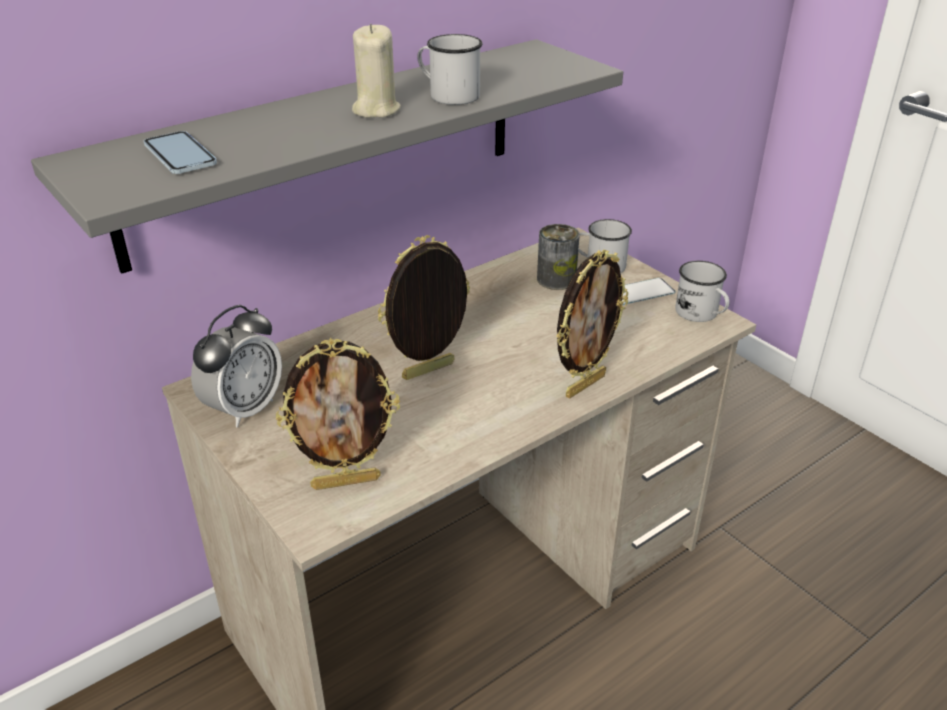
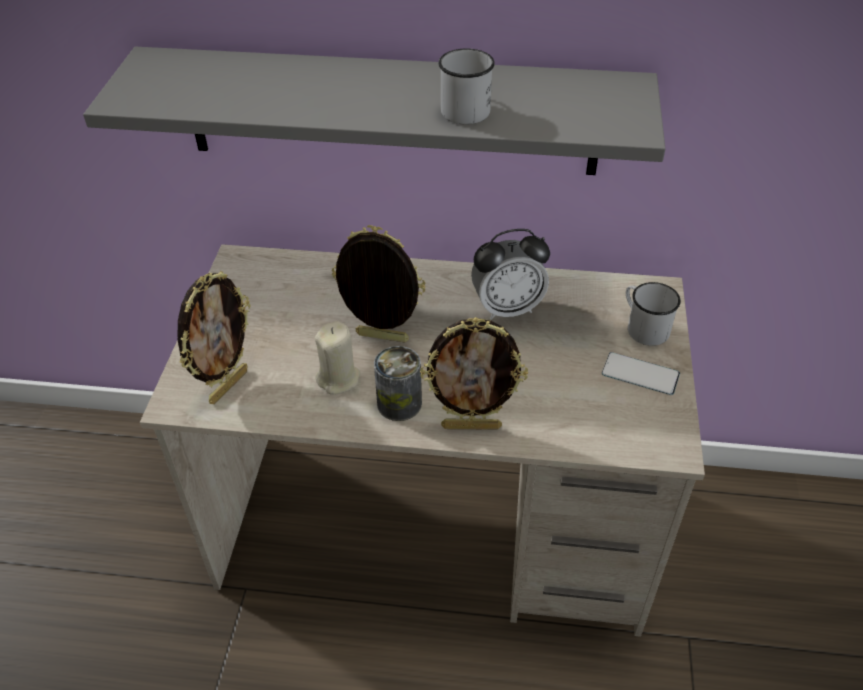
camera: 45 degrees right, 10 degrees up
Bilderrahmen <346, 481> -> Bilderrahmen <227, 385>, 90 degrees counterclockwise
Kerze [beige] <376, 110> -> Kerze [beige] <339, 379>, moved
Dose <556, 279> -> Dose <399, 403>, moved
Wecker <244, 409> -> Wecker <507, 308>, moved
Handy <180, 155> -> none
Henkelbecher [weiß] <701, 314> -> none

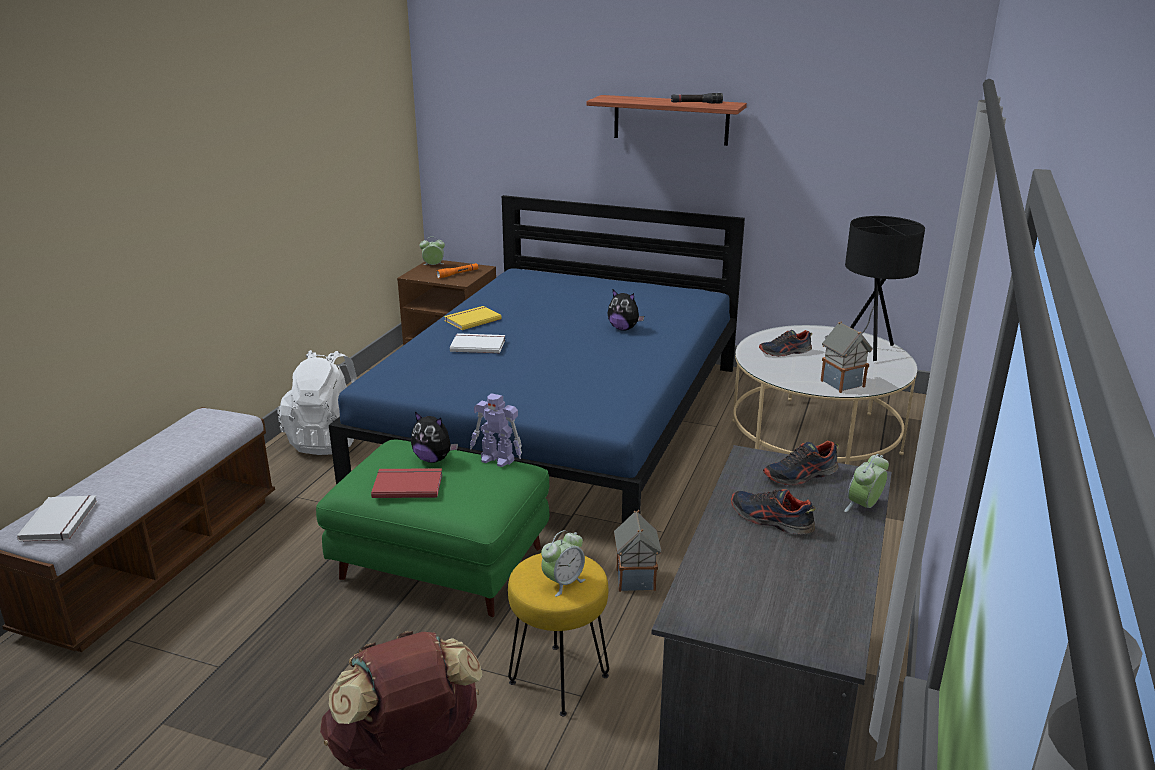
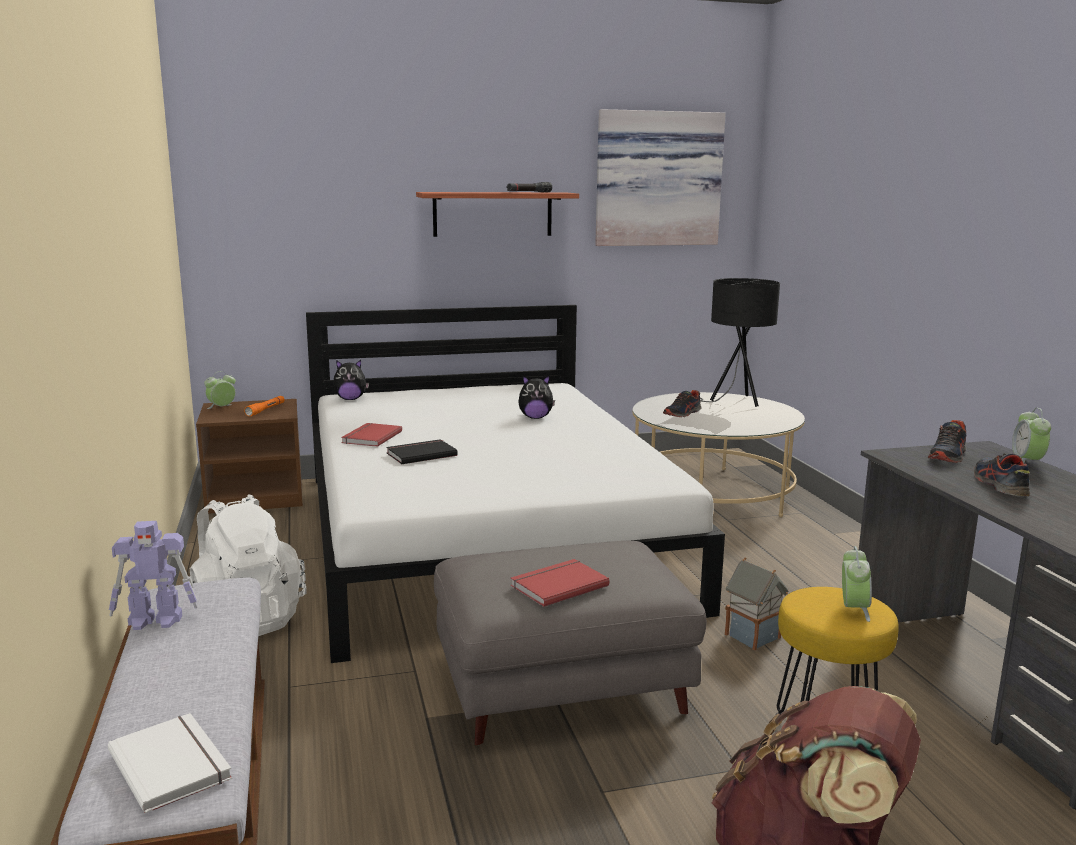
camera: 35 degrees left, 10 degrees down
Spielzeugroboter <498, 459> -> Spielzeugroboter <156, 621>, moved
Bett [blau] <560, 422> -> Bett [weiß] <484, 536>
Plüschtier <433, 459> -> Plüschtier <350, 399>, moved
Buch [gelb] <471, 319> -> Buch [rot] <370, 437>
Buch [weiß] <478, 345> -> Buch [schwarz] <420, 454>
Polsterhocker [grün] <442, 563> -> Polsterhocker [grau] <562, 688>
none -> Bild <657, 179>
Schuh <771, 520> -> Schuh <999, 485>, 90 degrees clockwise
Spielzeughaus <841, 383> -> none

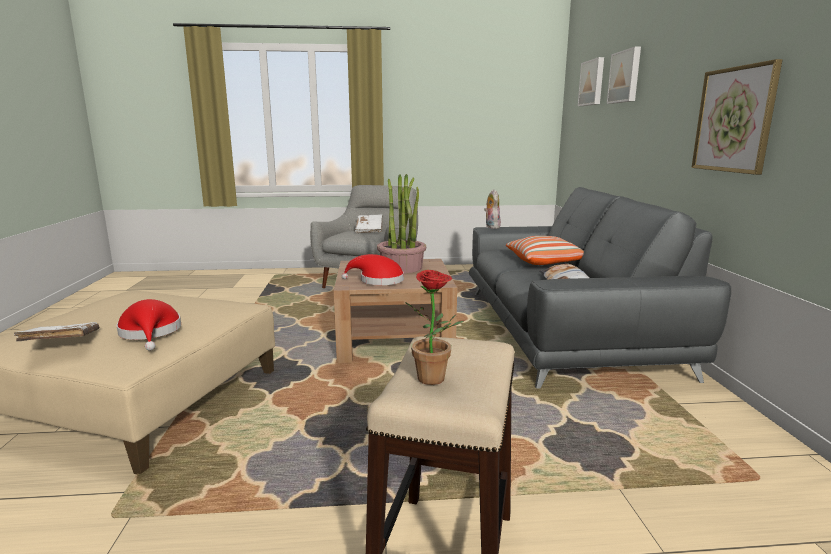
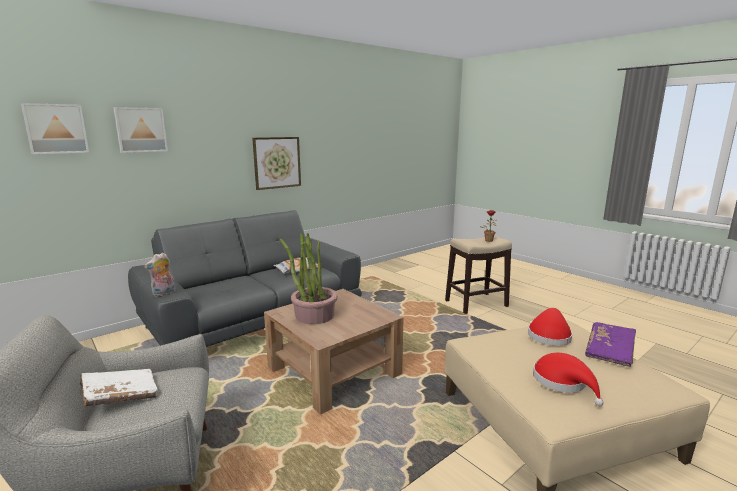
camera: 125 degrees left, 0 degrees up
Hut [rot] <378, 281> -> Hut [rot] <563, 382>, moved
Buch [weiß] <62, 344> -> Buch [lila] <609, 352>
Kissen <545, 262> -> none

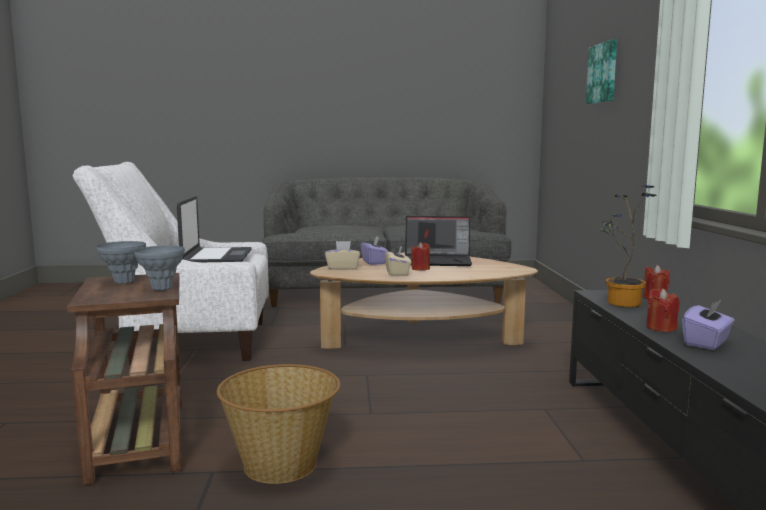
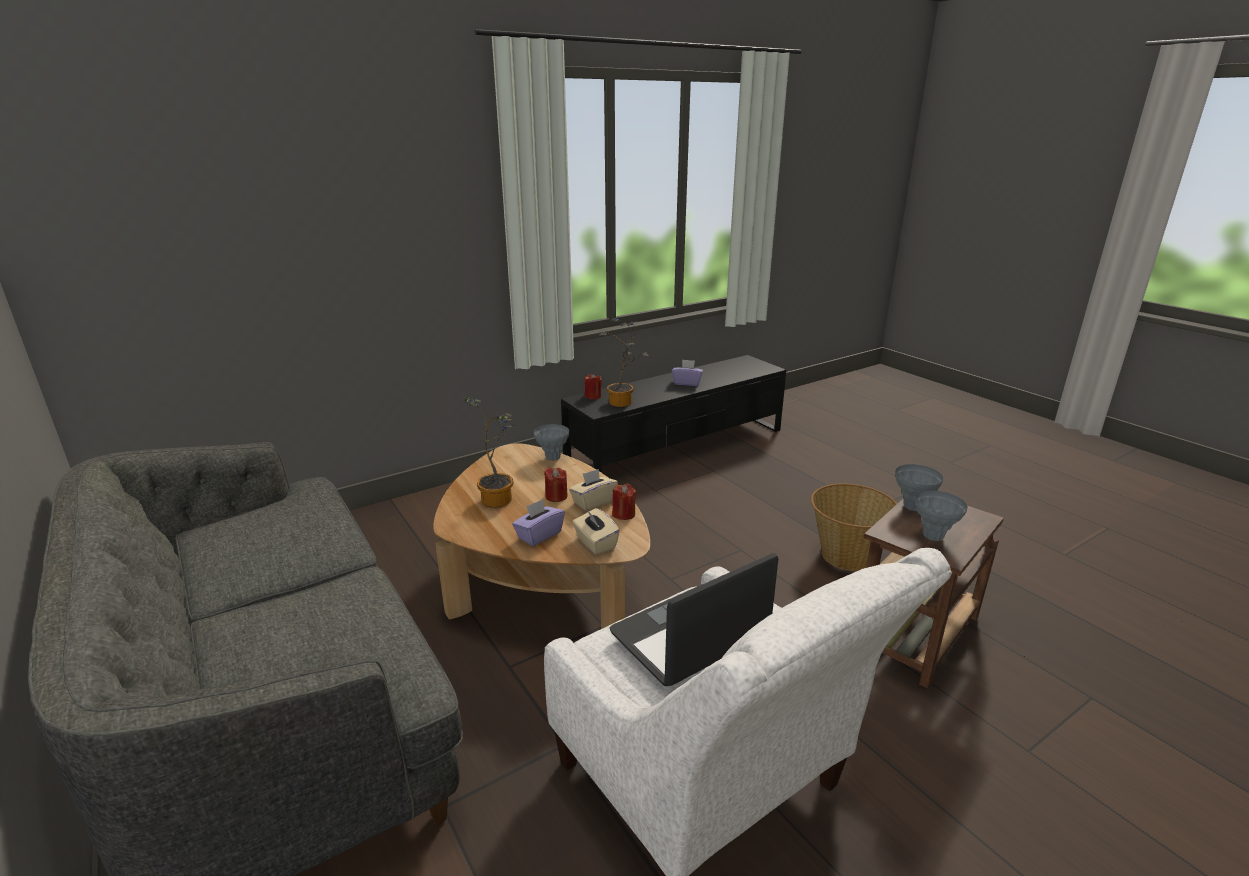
camera: 120 degrees left, 15 degrees up
Laptop <438, 261> -> Topfpflanze <499, 498>
none -> Vase [grau] <552, 458>
Kerze [rot] <661, 328> -> Kerze [rot] <623, 514>, moved
Bild <603, 73> -> none

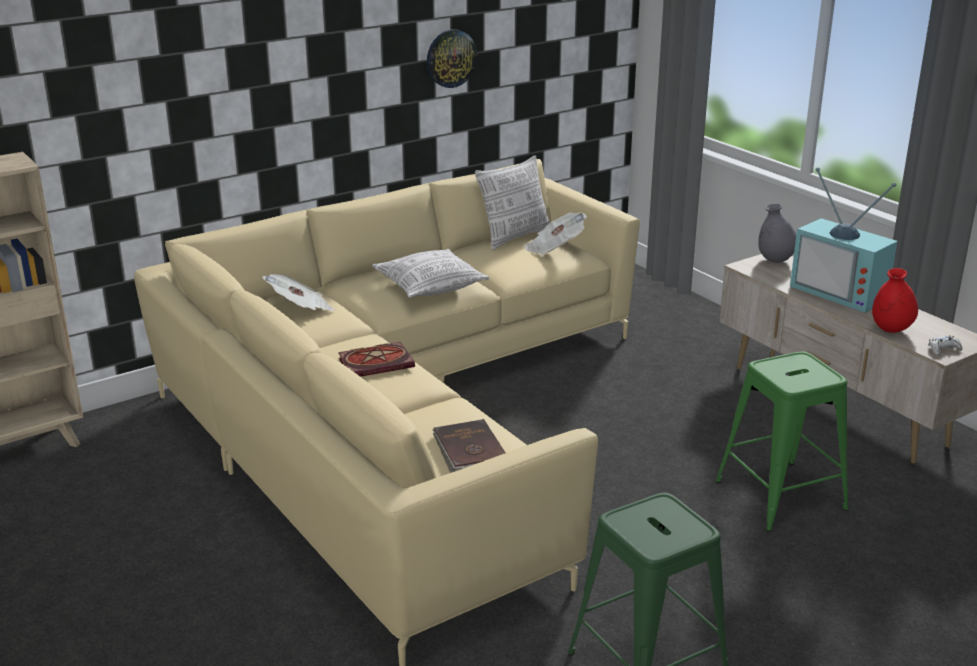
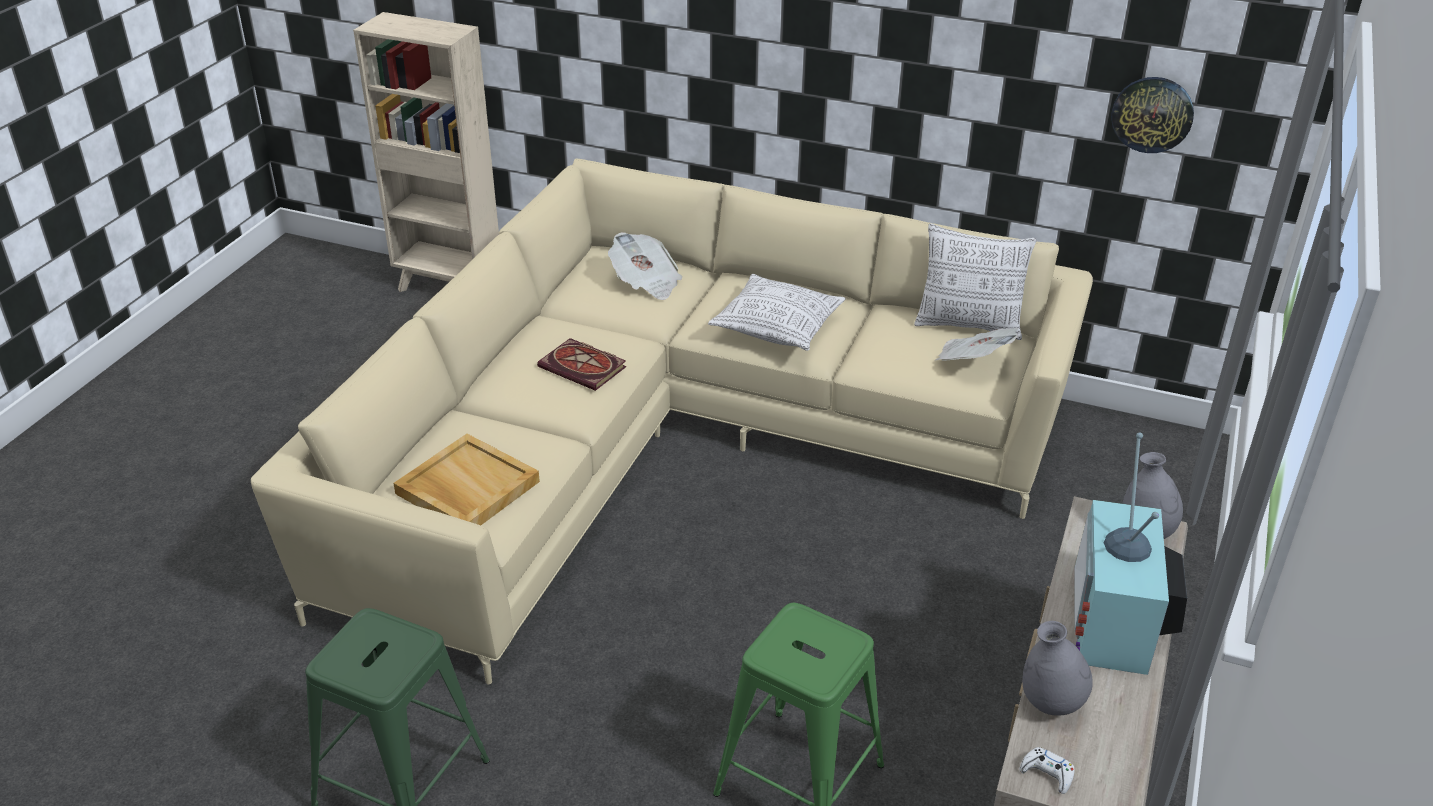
camera: 55 degrees right, 10 degrees up
Buch [braun] <468, 450> -> Tablett [beige] <466, 488>
Vase [rot] <891, 330> -> Vase [grau] <1051, 704>
Wanduhr <451, 58> -> Wanduhr <1152, 114>, moved

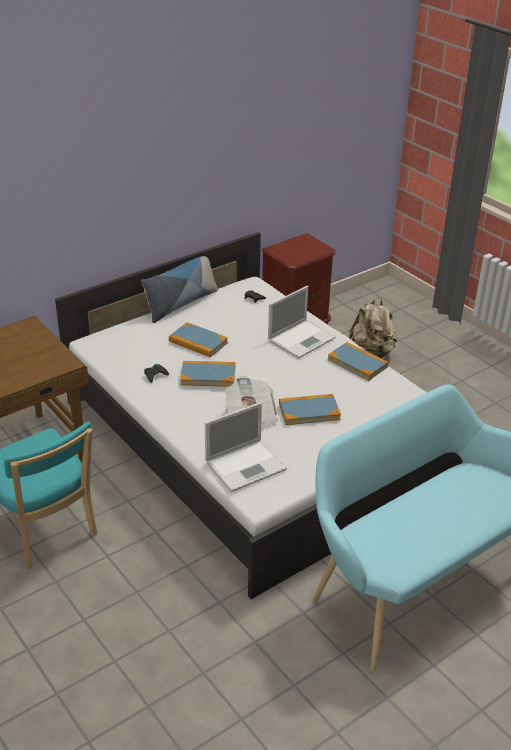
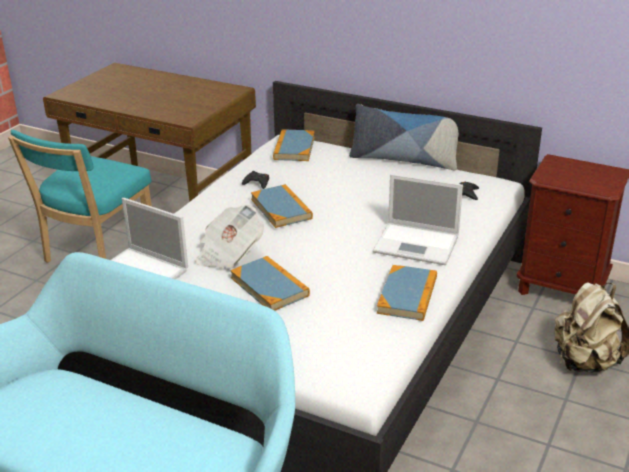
camera: 65 degrees right, 5 degrees down
Buch <198, 342> -> Buch <294, 148>, moved

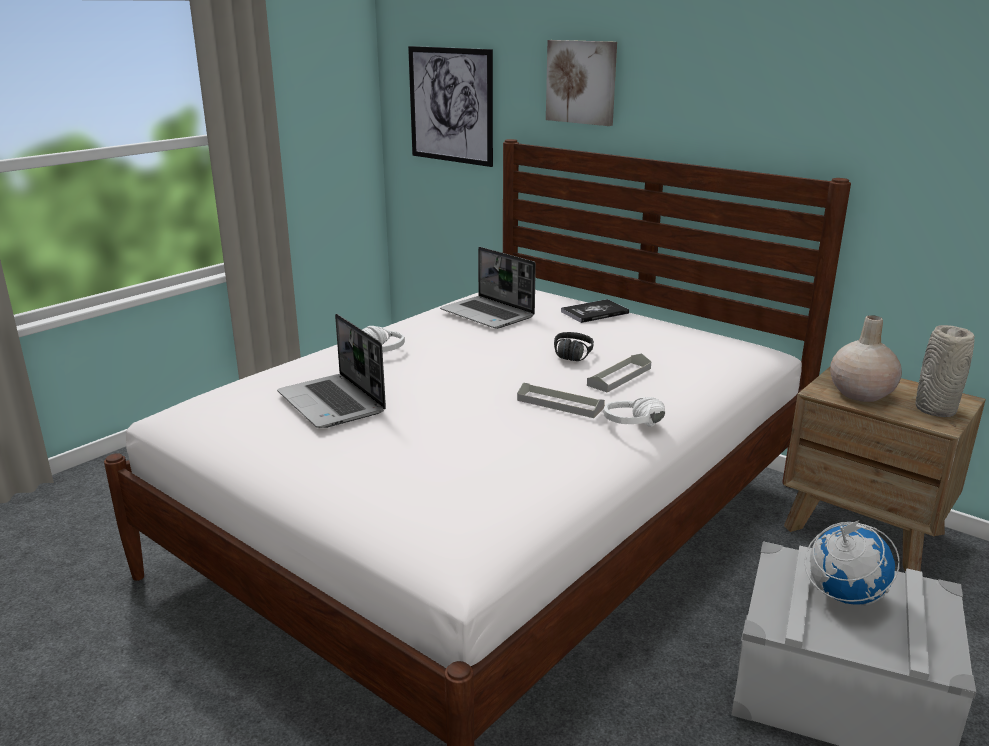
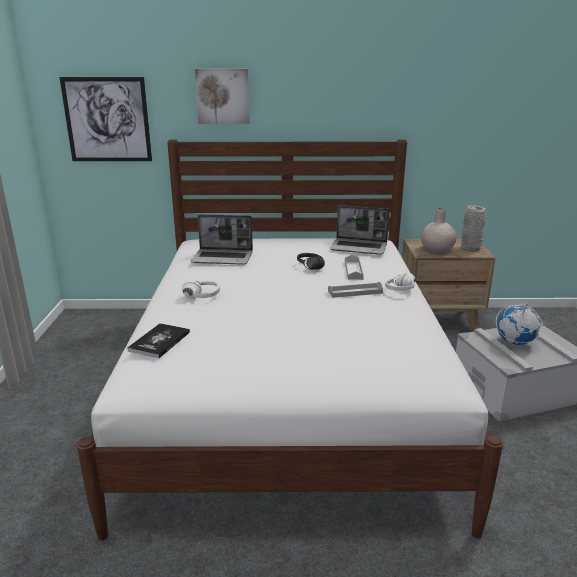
camera: 40 degrees left, 0 degrees up
Buch <594, 312> -> Buch <159, 341>, moved
Laptop <333, 403> -> Laptop <359, 247>, moved

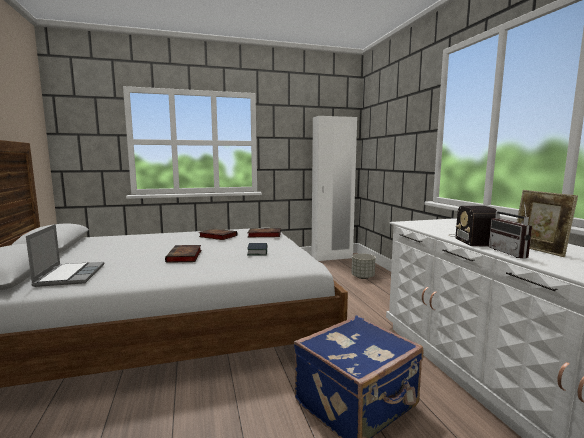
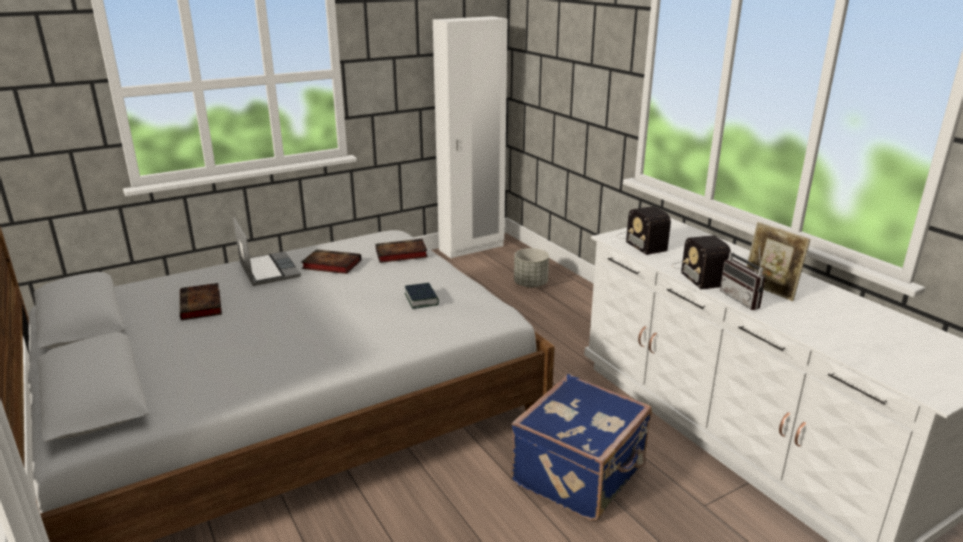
camera: 15 degrees left, 15 degrees up
Buch <184, 256> -> Buch <201, 305>, moved
Laptop <70, 275> -> Laptop <268, 270>, moved
none -> Radio <641, 241>

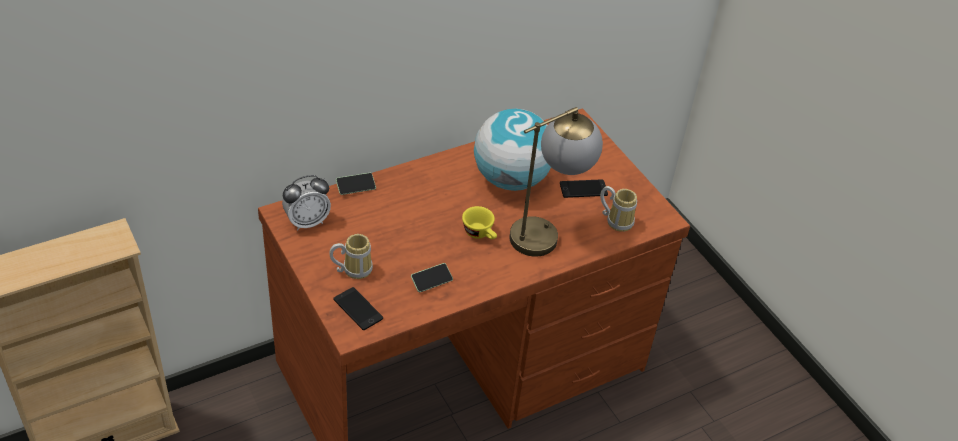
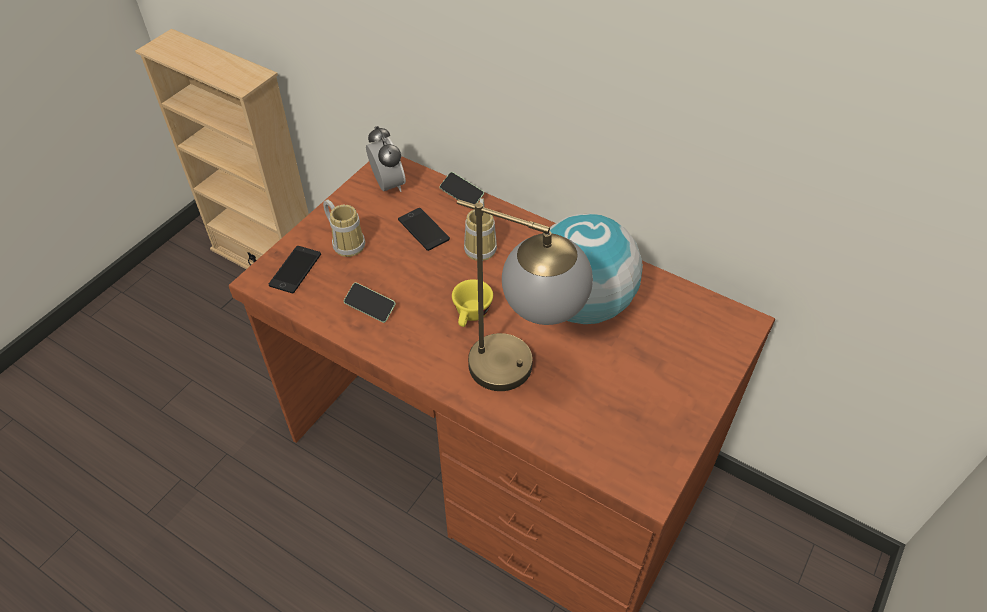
camera: 65 degrees right, 5 degrees up
Wecker <307, 222> -> Wecker <388, 185>, 150 degrees counterclockwise
Handy <583, 189> -> Handy <423, 229>, moved
Henkelbecher <617, 220> -> Henkelbecher <482, 246>, moved

